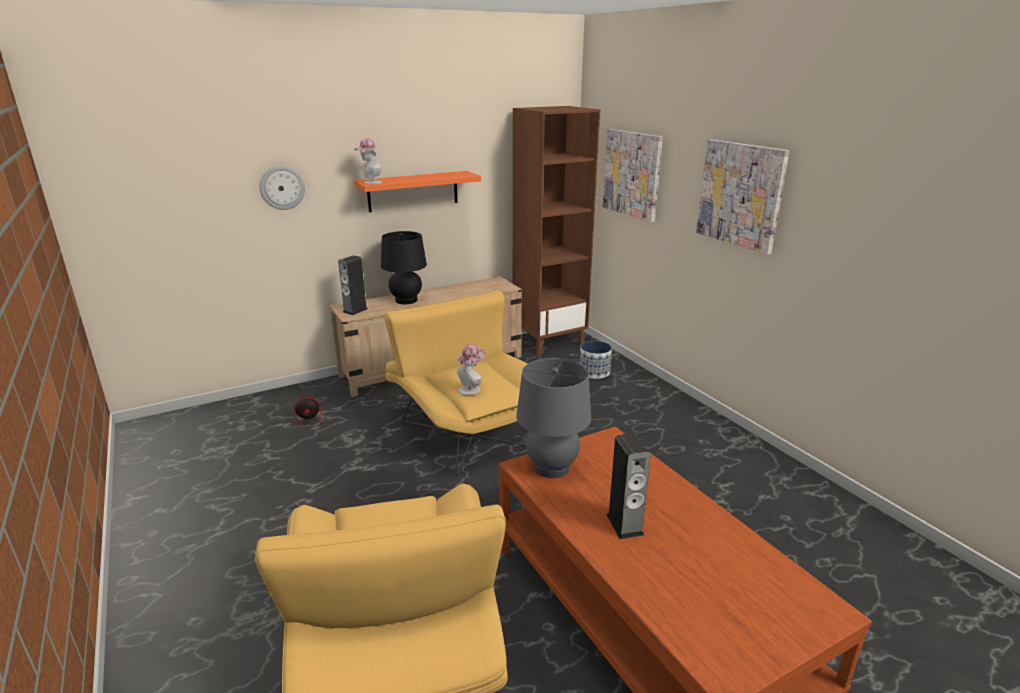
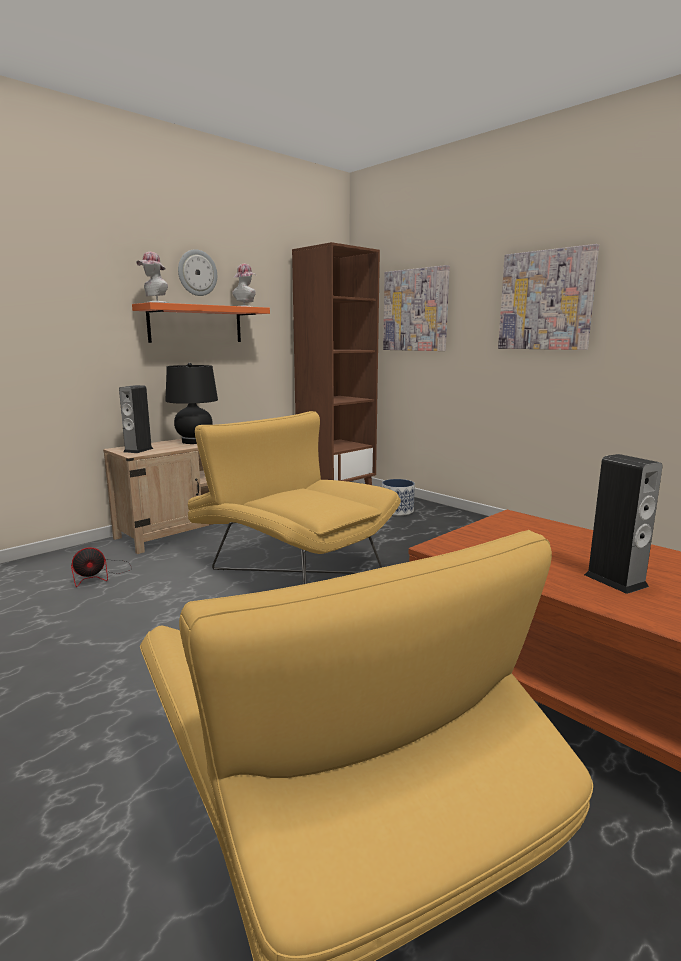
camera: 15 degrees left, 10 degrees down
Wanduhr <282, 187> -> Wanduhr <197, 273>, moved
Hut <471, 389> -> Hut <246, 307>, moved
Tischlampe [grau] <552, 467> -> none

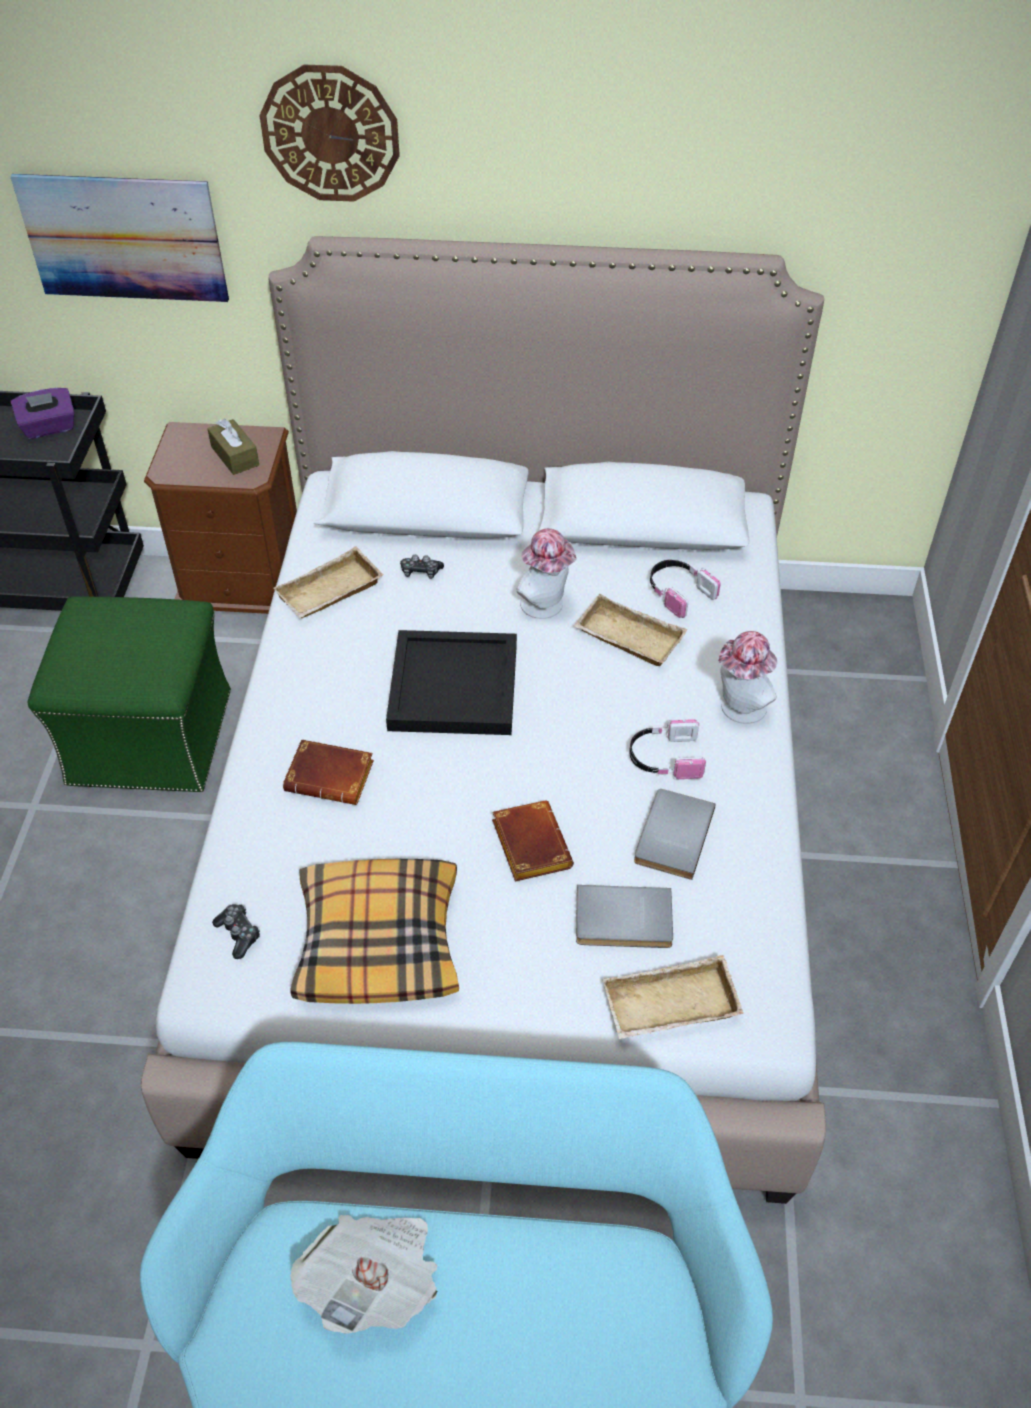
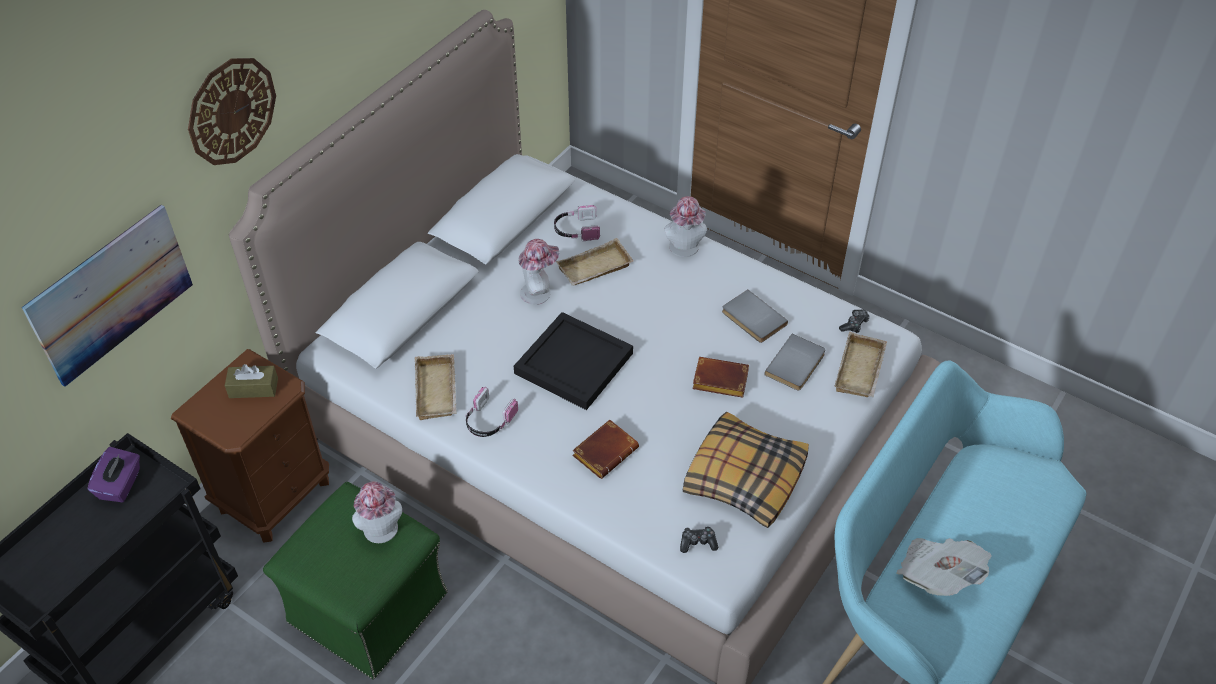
camera: 60 degrees left, 0 degrees up
none -> Hut <382, 532>
Kopfhörer <664, 758> -> Kopfhörer <489, 421>, moved
Gamepad <420, 572> -> Gamepad <854, 324>, moved

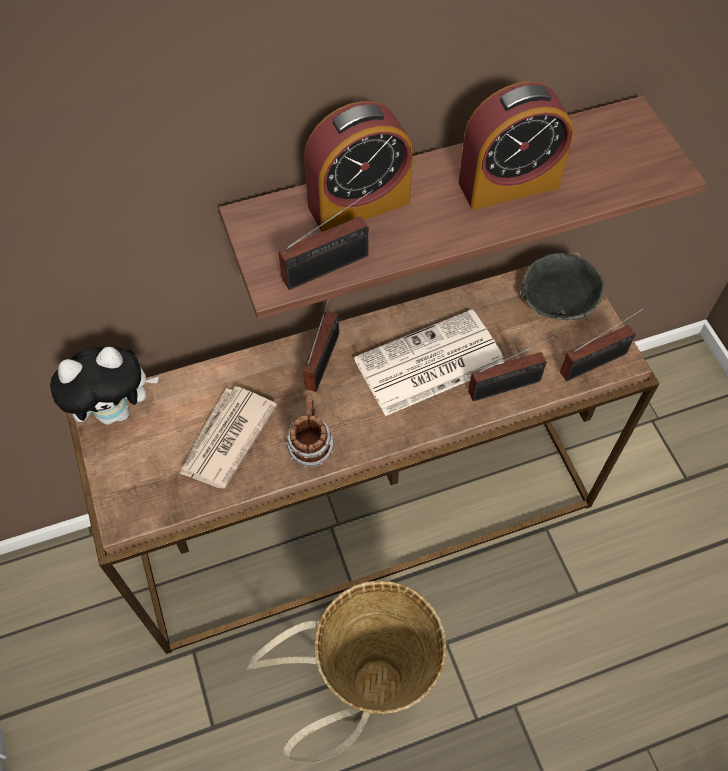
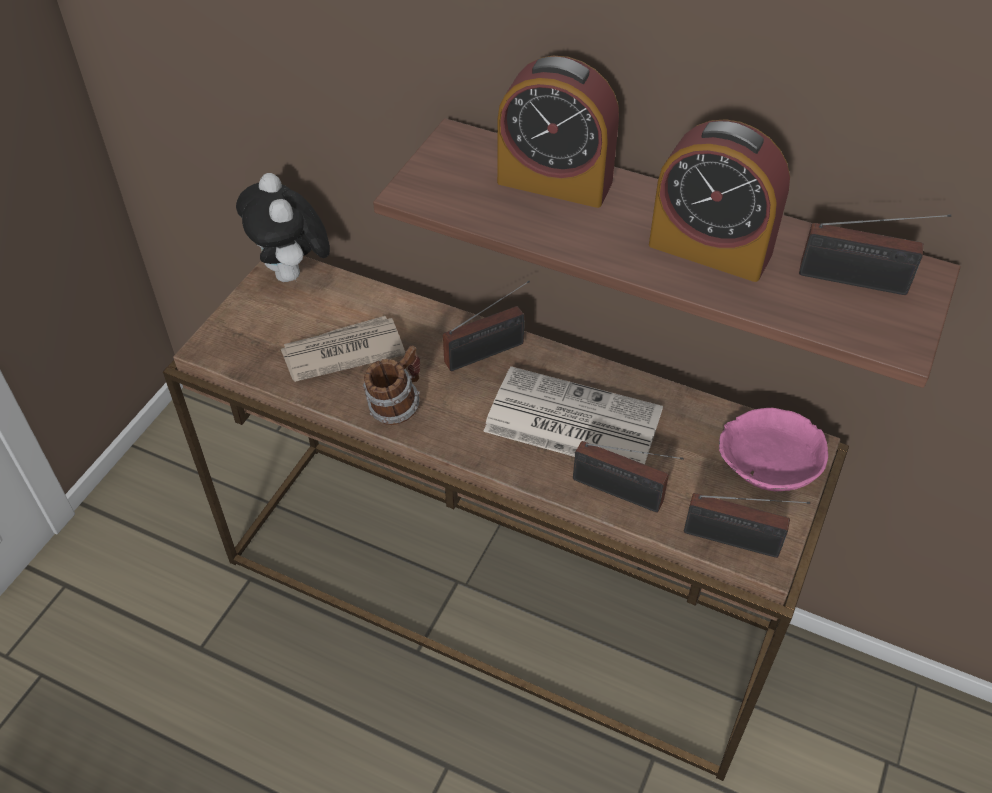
camera: 45 degrees right, 10 degrees down
Plüschtier <116, 410> -> Plüschtier <293, 275>, 45 degrees clockwise
Schüssel [grau] <558, 295> -> Schüssel [rosa] <769, 458>
Radio <330, 266> -> Radio <859, 281>, moved
Korb <364, 690> -> none

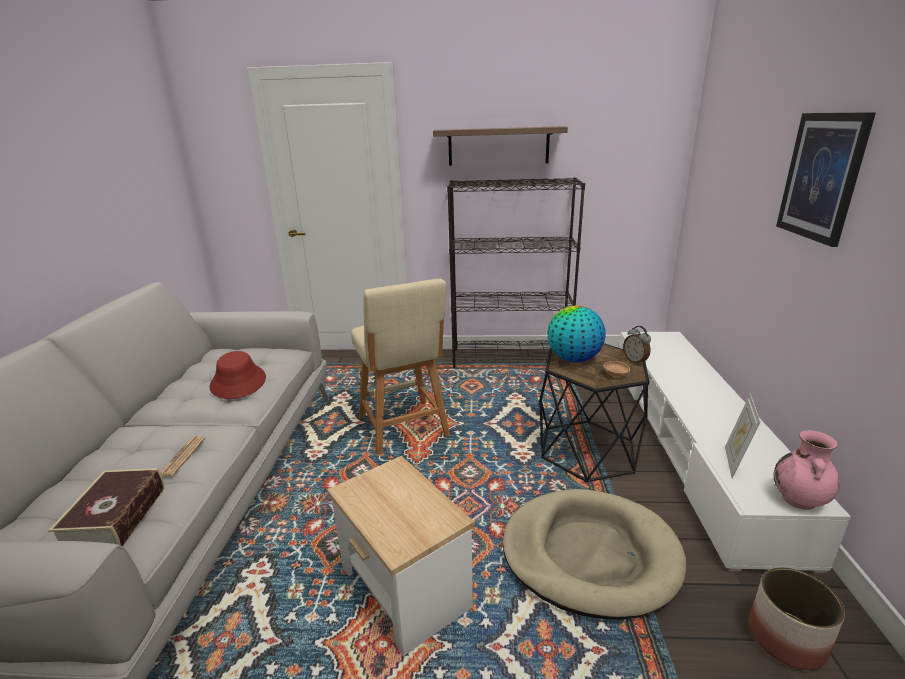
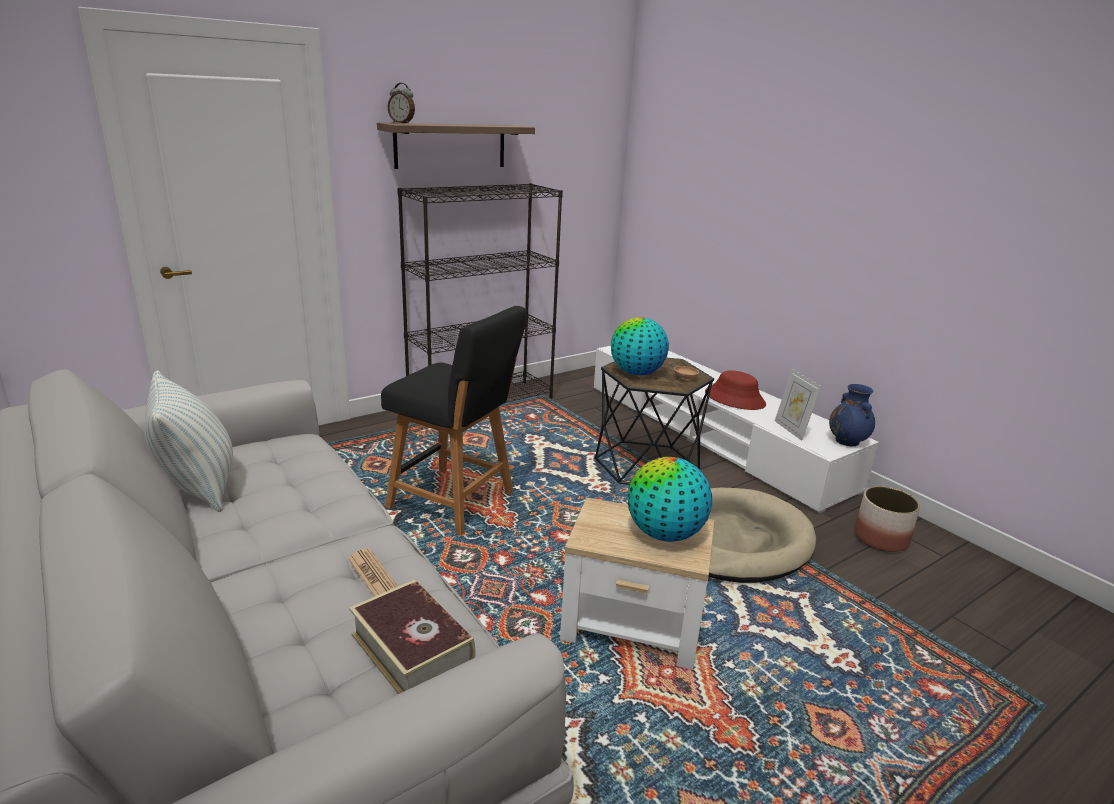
camera: 40 degrees left, 0 degrees up
none -> Kissen <198, 486>
Hocker [beige] <404, 429> -> Hocker [schwarz] <456, 502>
Wecker <635, 361> -> Wecker <402, 123>, moved
none -> Globus <664, 534>
Hut [rot] <238, 382> -> Hut [rot] <735, 399>, moved
Vase [rosa] <799, 500> -> Vase [blau] <847, 441>
Bild <821, 177> -> none

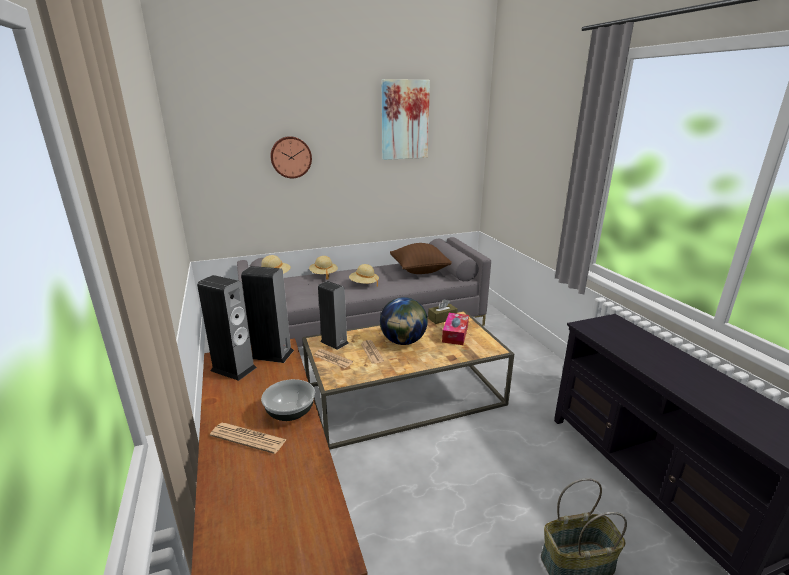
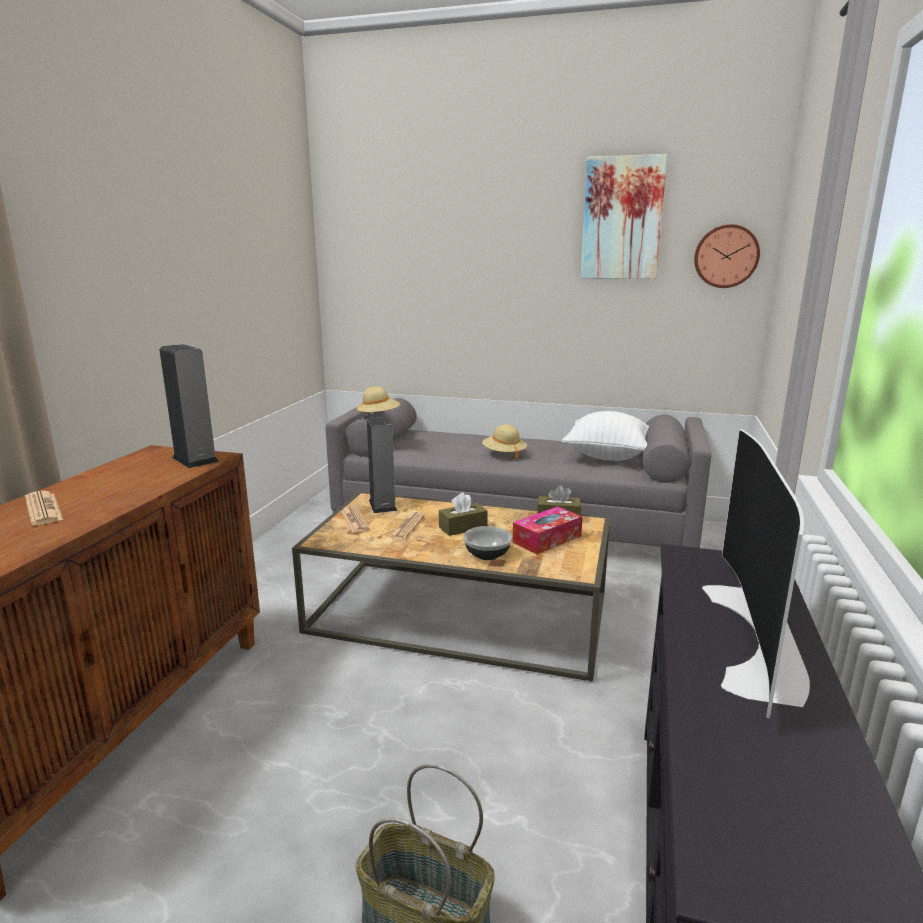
camera: 35 degrees right, 5 degrees down
Globus <403, 341> -> Taschentuchbox [braun] <463, 527>
Schüssel <289, 413> -> Schüssel <487, 555>, moved
Kissen [braun] <419, 271> -> Kissen [weiß] <607, 456>
Wanduhr <291, 157> -> Wanduhr <726, 256>, moved
none -> Fernseher <760, 638>
Lautsprecher <233, 369> -> none
Hut [beige] <323, 274> -> none

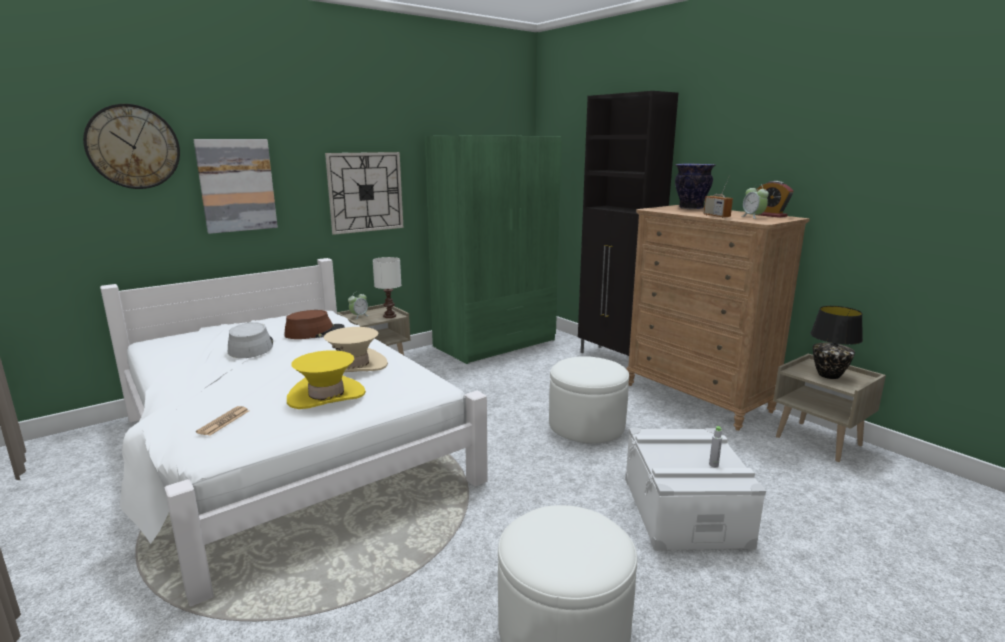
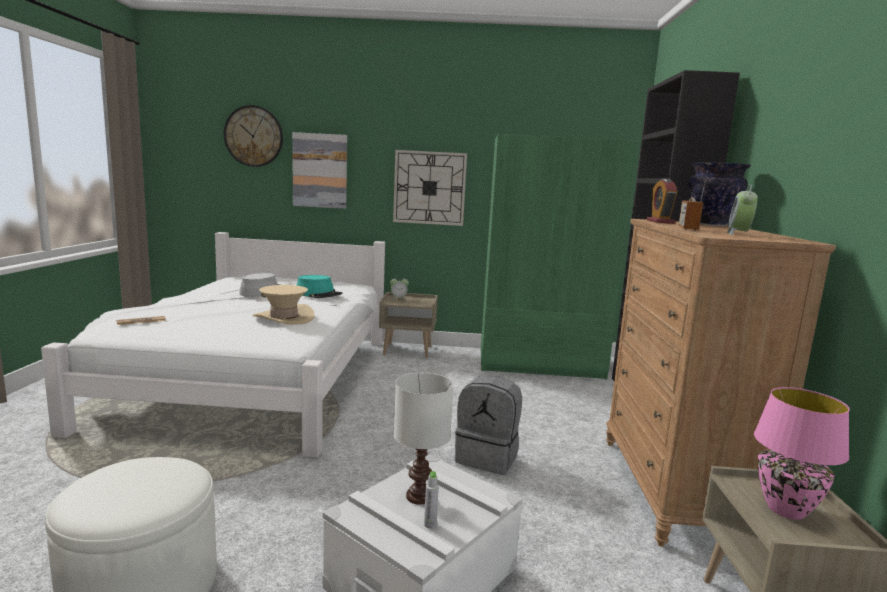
camera: 40 degrees right, 5 degrees down
Hut [braun] <314, 332> -> Hut [türkis] <318, 294>
Tischlampe [weiß] <390, 316> -> Tischlampe [weiß] <419, 497>, moved
Polsterhocker [weiß] <586, 425> -> Rucksack [grau] <487, 457>
Wecker <771, 215> -> Wecker <660, 222>, moved
Tischlampe [schwarz] <828, 375> -> Tischlampe [rosa] <784, 510>
Hut [gelb] <326, 395> -> none

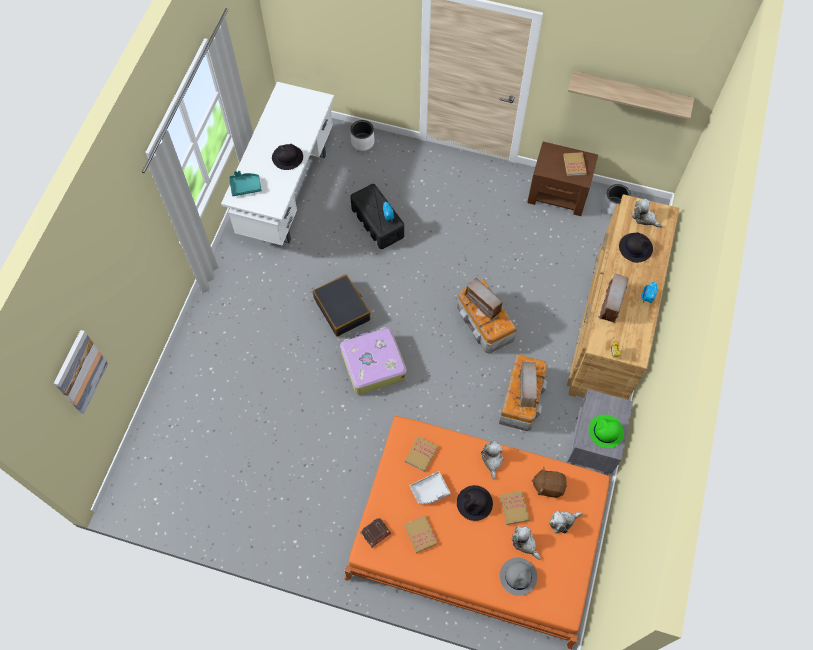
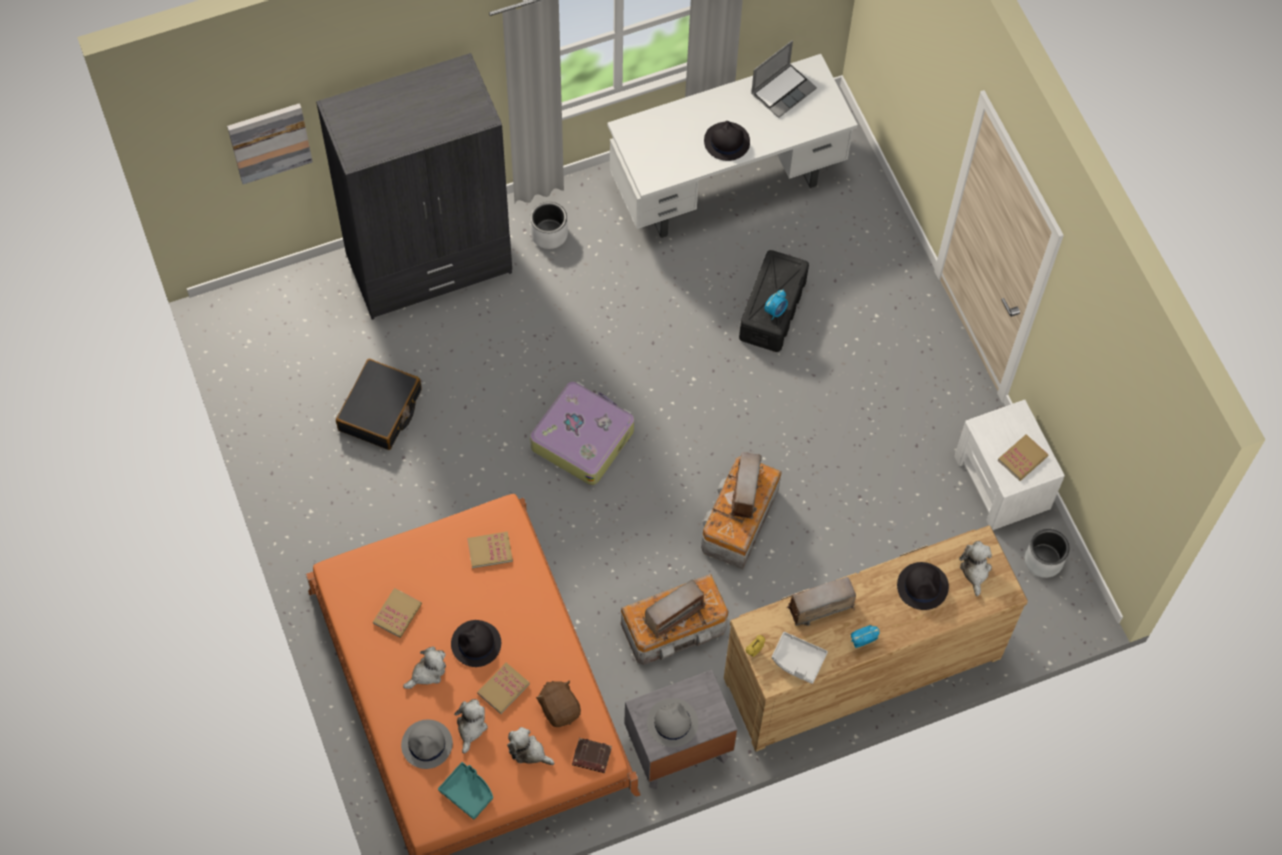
camera: 50 degrees right, 0 degrees up
none -> Kleiderschrank [grau] <430, 264>
Koffer [schwarz] <342, 309> -> Koffer [schwarz] <380, 410>, moved
Plüschtier <492, 460> -> Plüschtier <427, 672>, moved
Tablett [türkis] <245, 186> -> Tablett [türkis] <468, 792>, moved
Pflanzkübel [weiß] <362, 142> -> Pflanzkübel [weiß] <549, 233>, moved
Buch [braun] <375, 533> -> Buch [braun] <591, 757>, moved
Hut [grün] <605, 431> -> Hut [grau] <672, 723>
none -> Laptop <783, 90>
Tablett [grau] <430, 491> -> Tablett [grau] <798, 660>, moved
Nachttisch [braun] <558, 193> -> Nachttisch [weiß] <1002, 482>
Wandregal <630, 93> -> none

